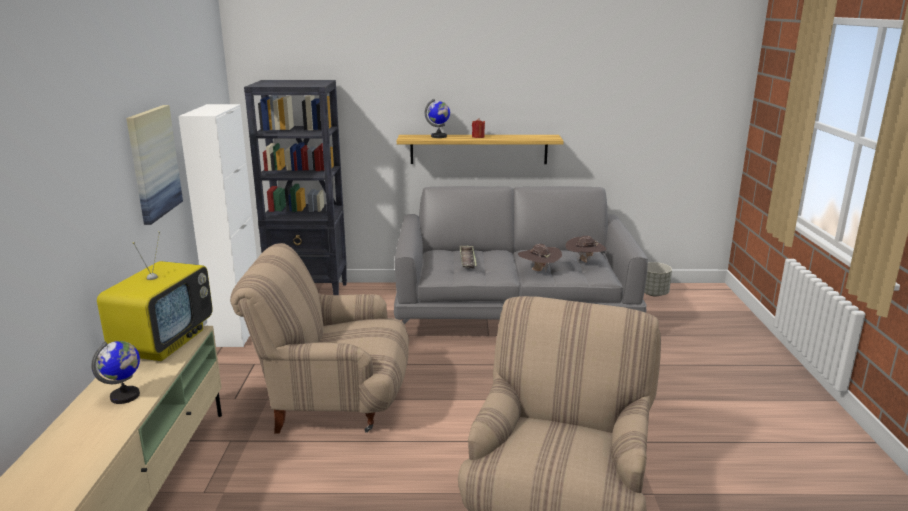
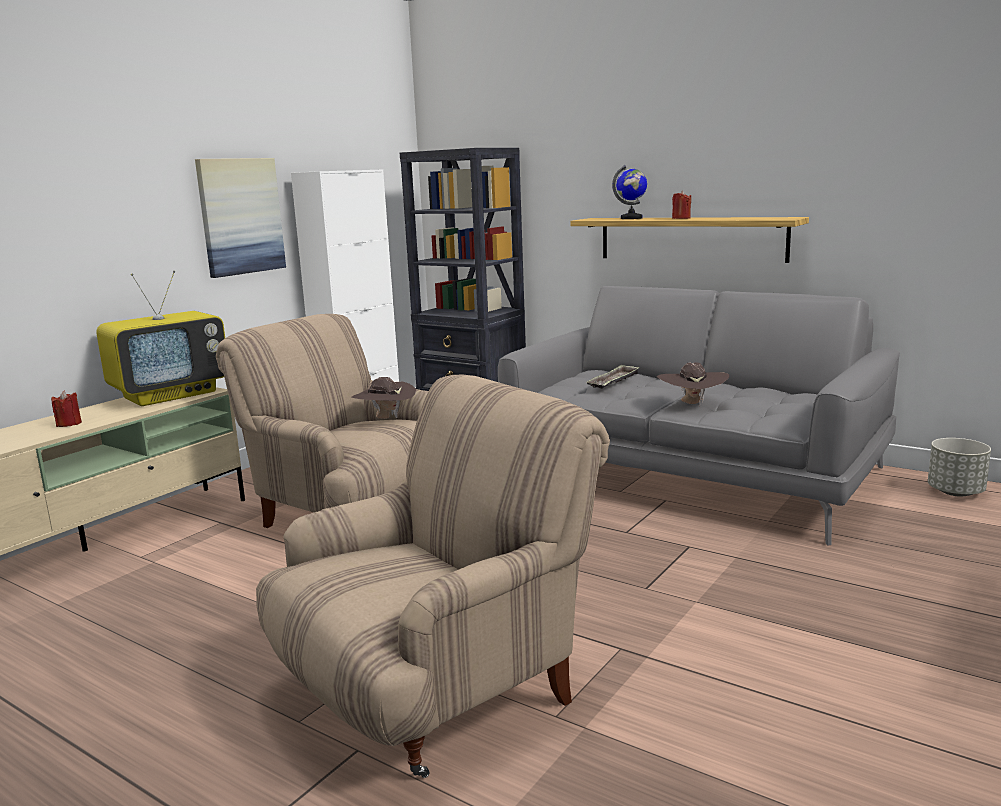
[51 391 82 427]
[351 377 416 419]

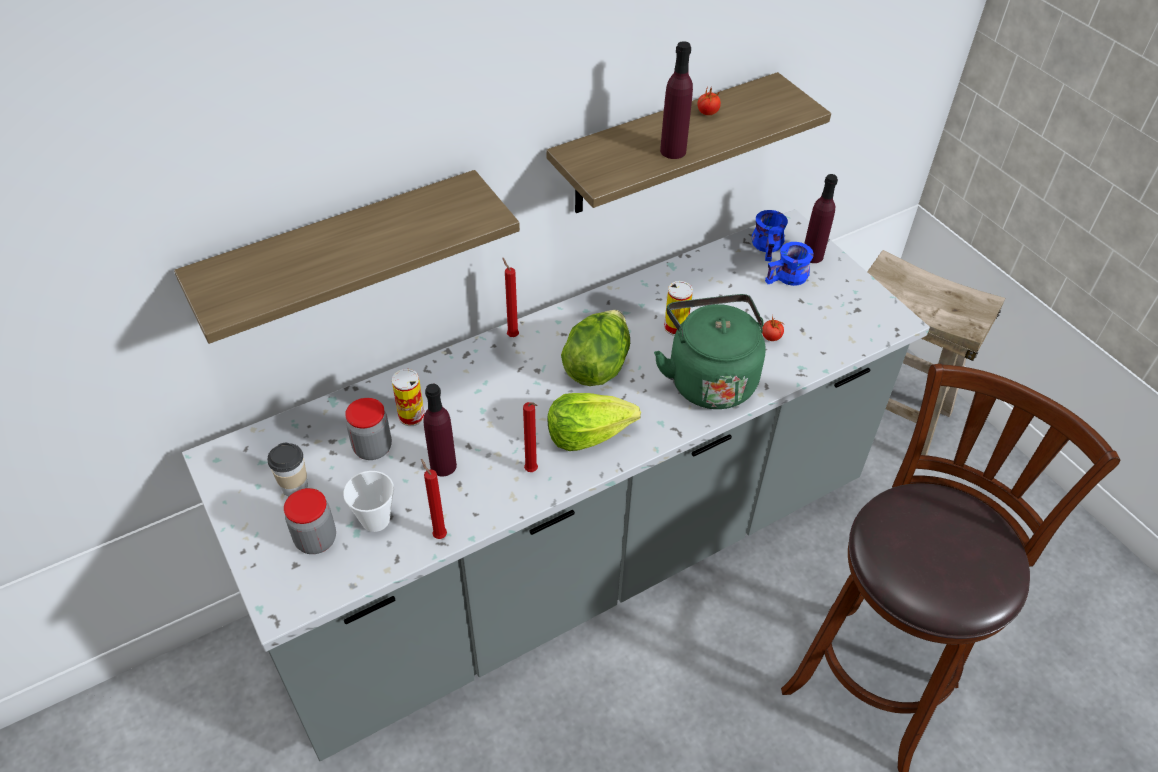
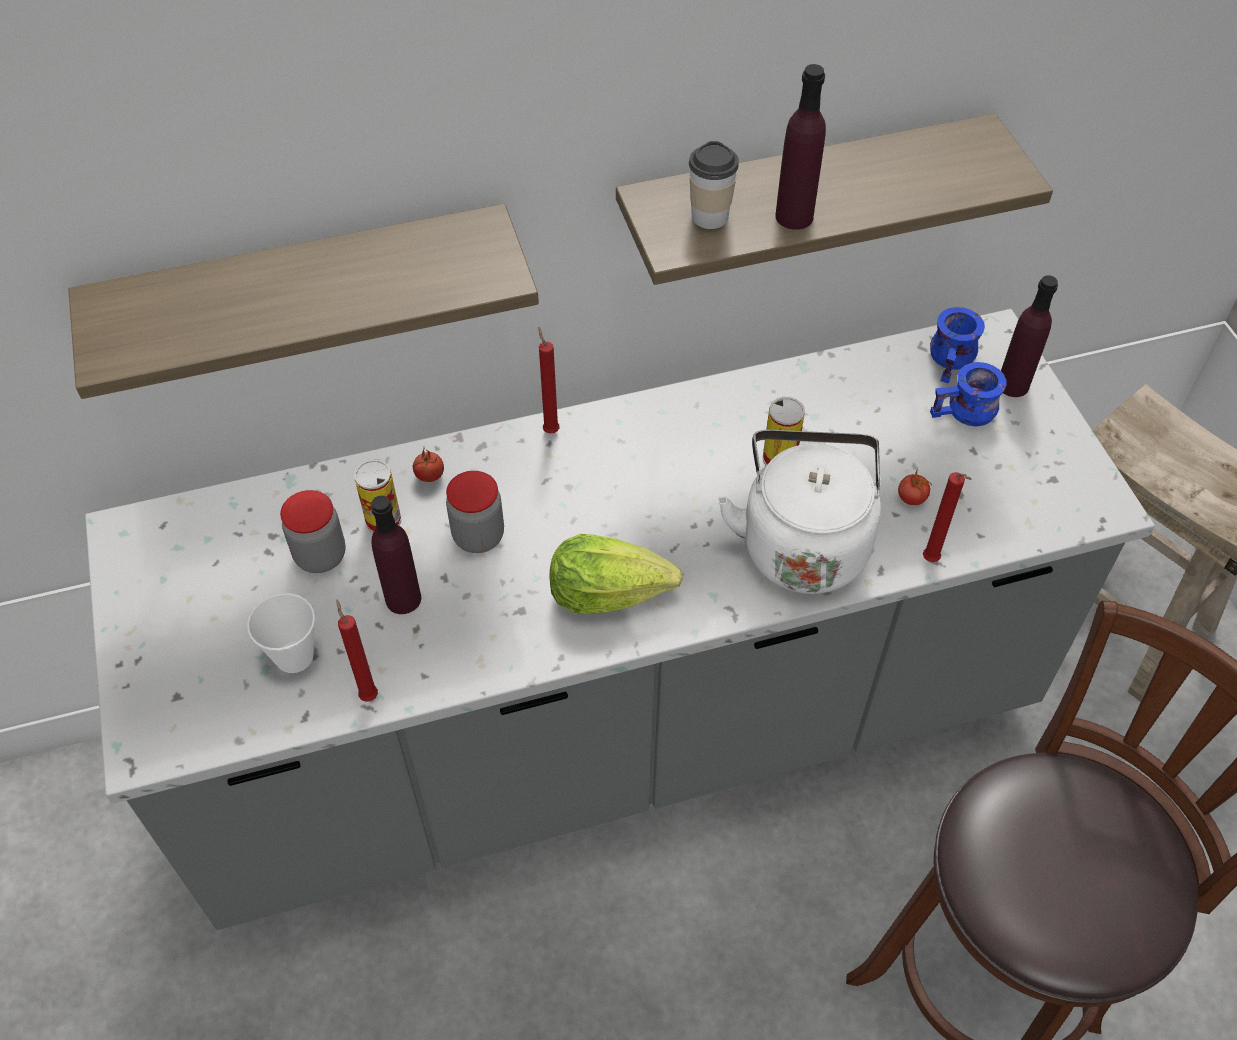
[412 449 444 482]
[446 471 504 553]
[689 141 739 229]
[718 430 881 594]
[923 472 971 562]
[561 310 630 386] (first image)

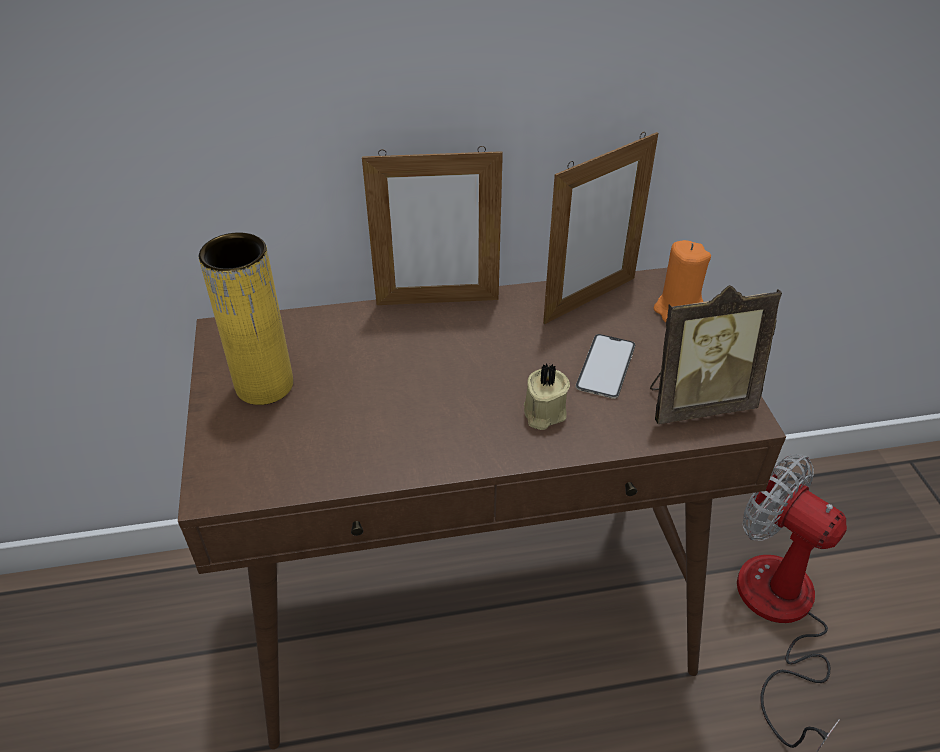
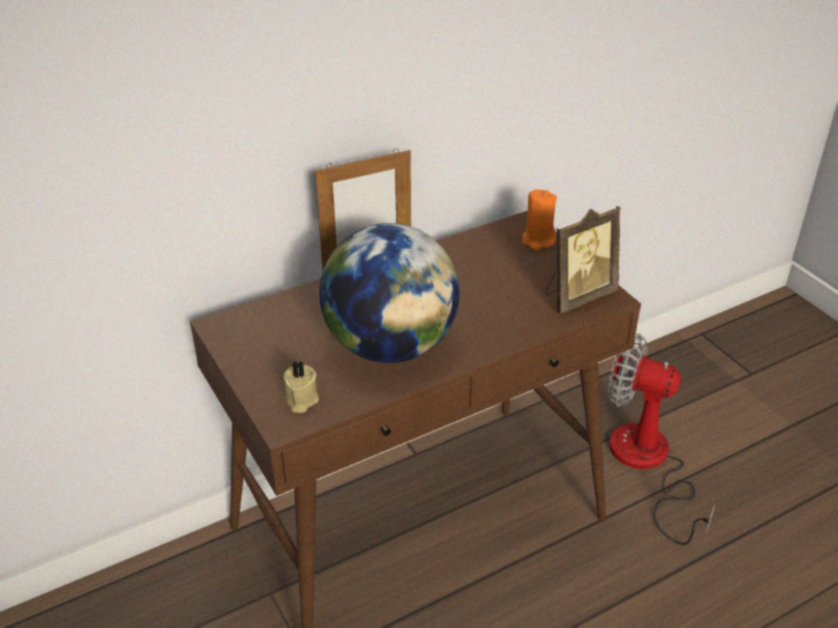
[284 361 319 413]
[319 223 460 363]
[199 232 293 405] (first image)
[543 132 658 324] (first image)
[576 334 635 399] (first image)

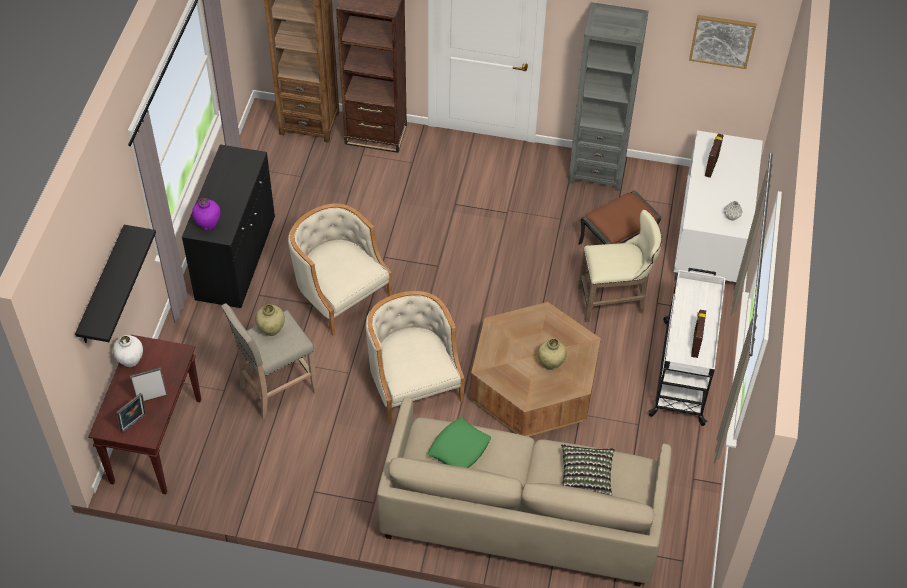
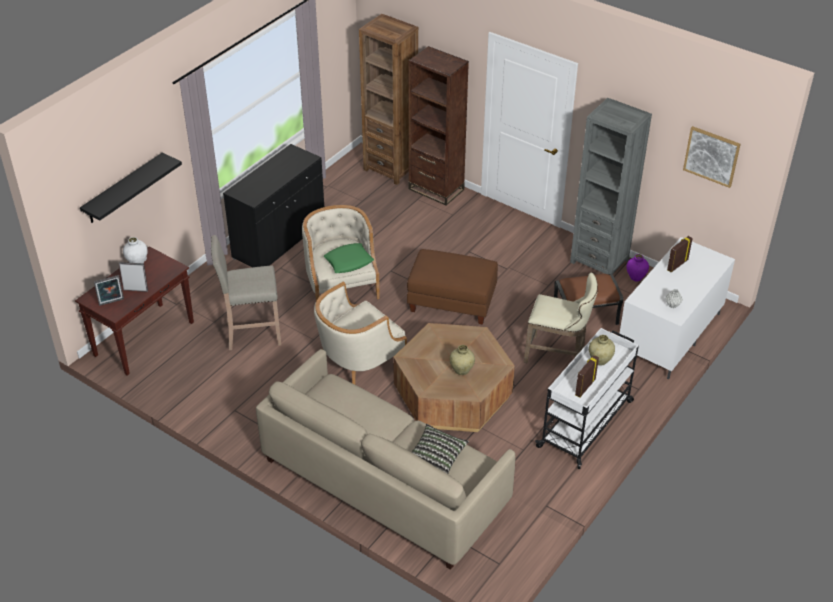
[314 281 407 385]
[324 243 374 273]
[407 249 498 325]
[589 335 615 366]
[626 254 649 281]

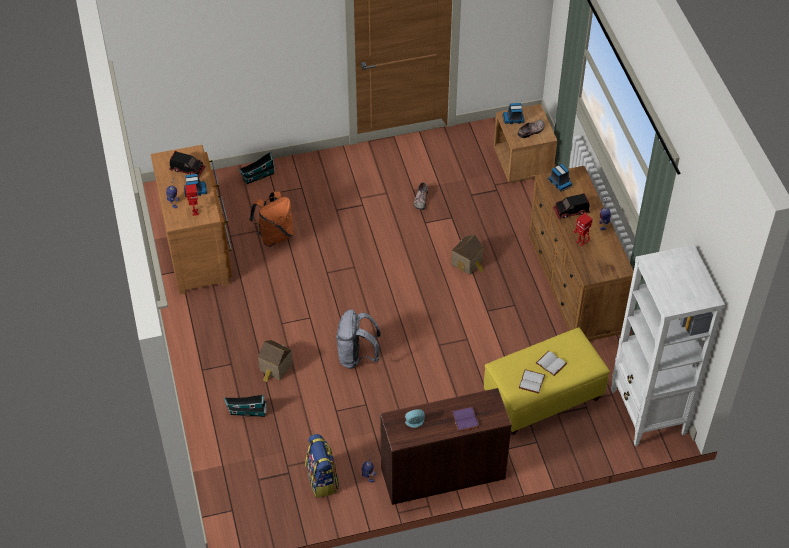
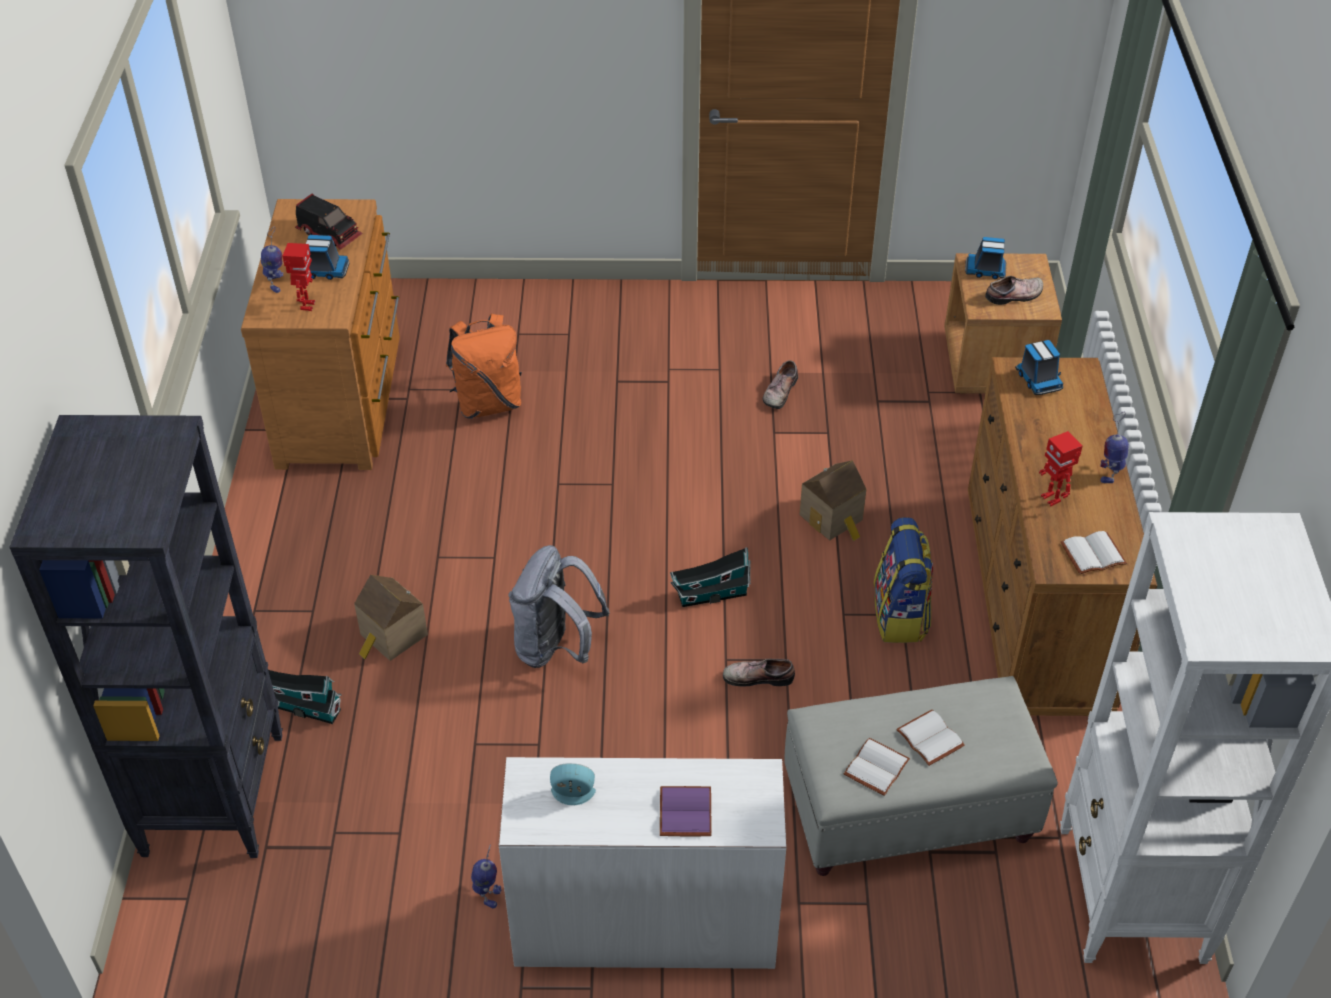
[9 415 283 858]
[499 757 787 969]
[670 547 751 607]
[723 659 795 686]
[784 676 1058 876]
[874 517 933 643]
[1061 531 1127 574]
[553 193 590 219] (first image)

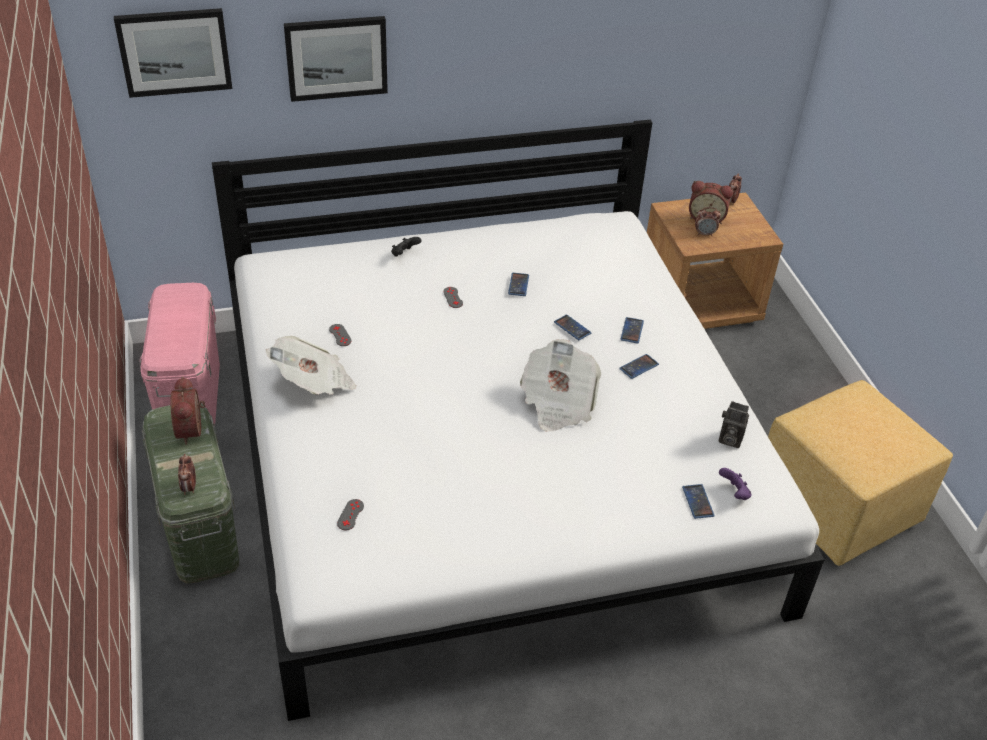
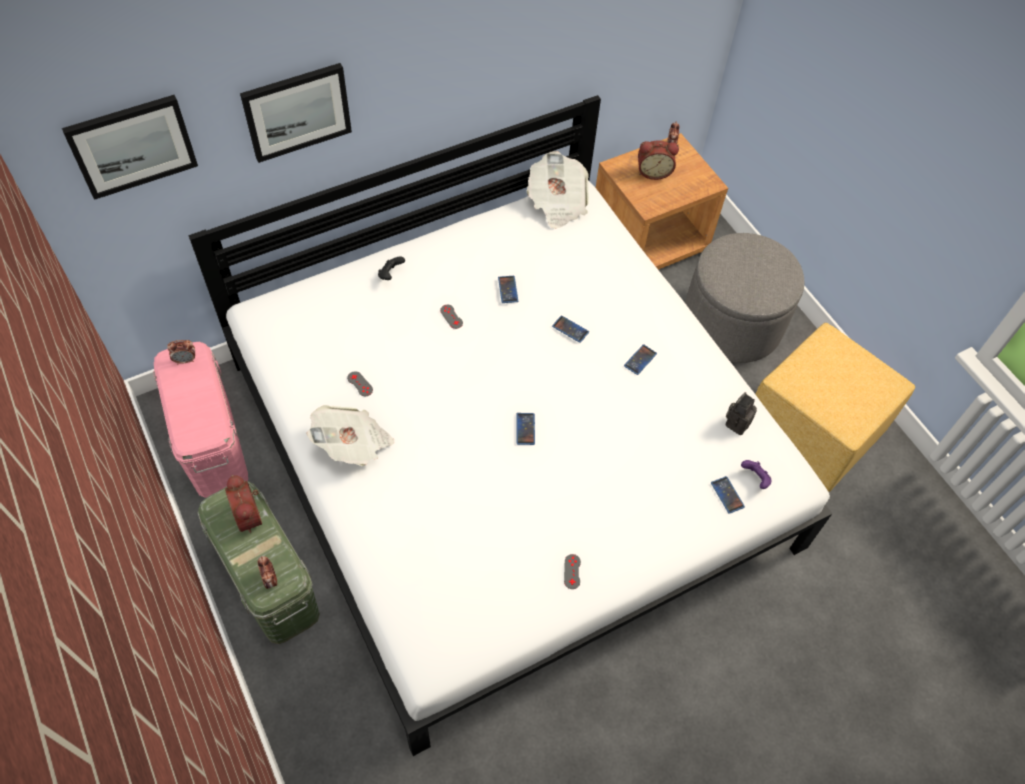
[167 340 195 364]
[516 413 535 445]
[527 151 589 229]
[564 554 581 589]
[685 233 804 363]
[726 392 757 435]

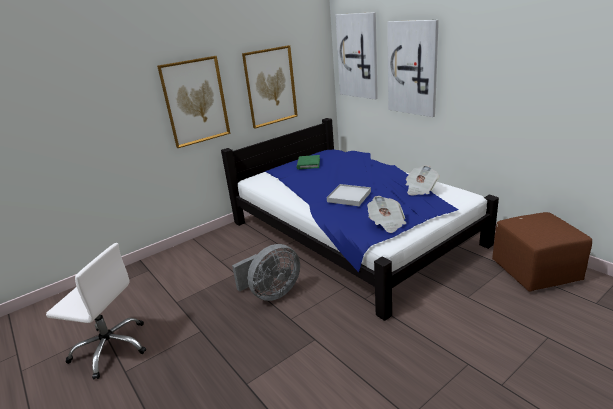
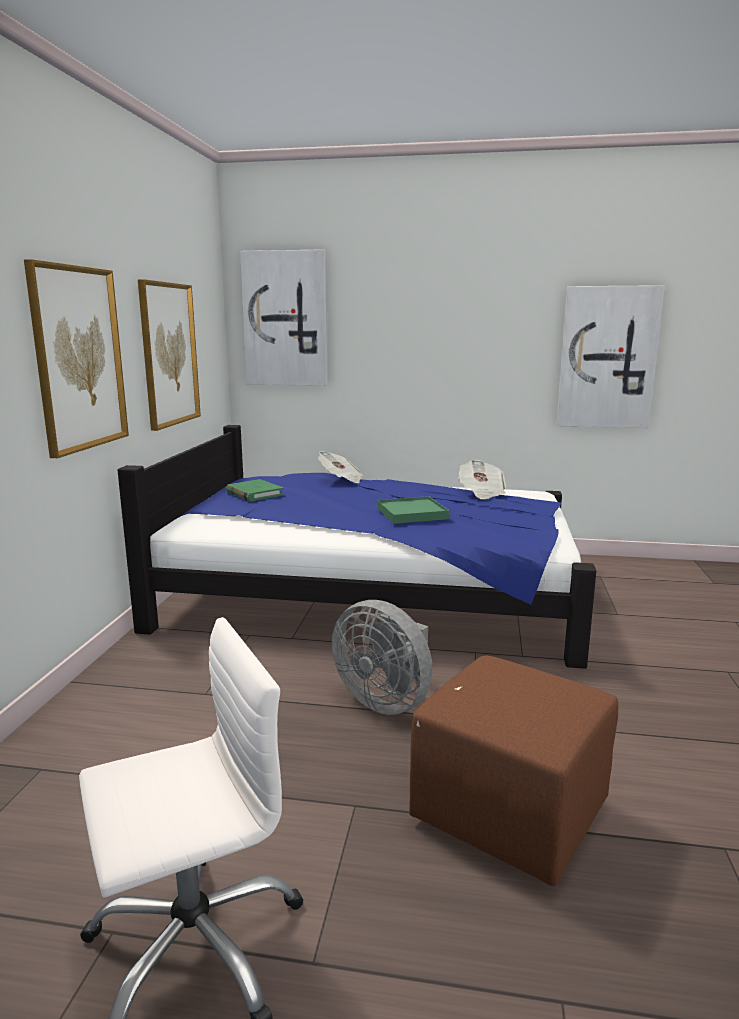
[318 451 363 483]
[332 600 433 715]
[377 496 450 524]
[409 655 618 886]
[557 285 665 428]

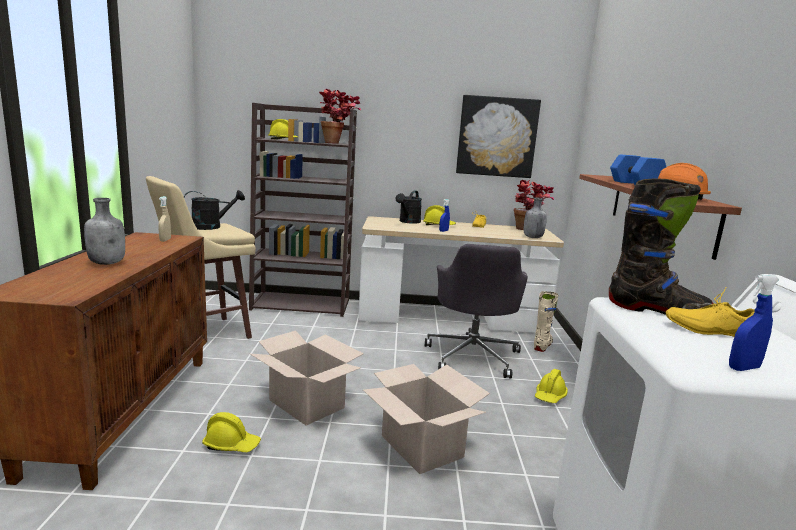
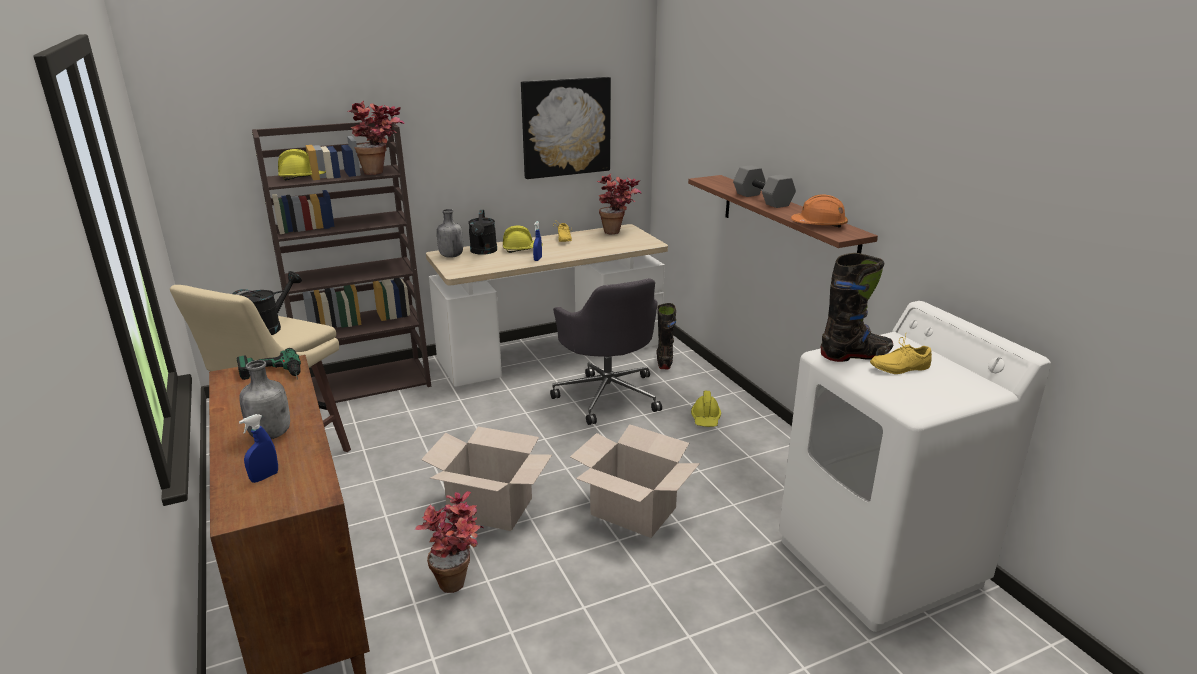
[236 348 301 380]
[239 414 278 483]
[415 491 484 593]
[437 209 463 258]
[657 303 676 369]
[733 165 796 208]

